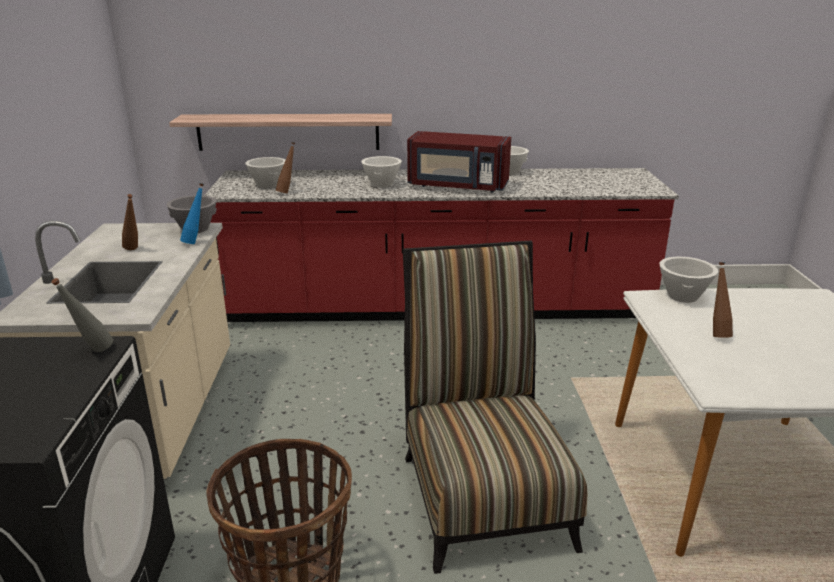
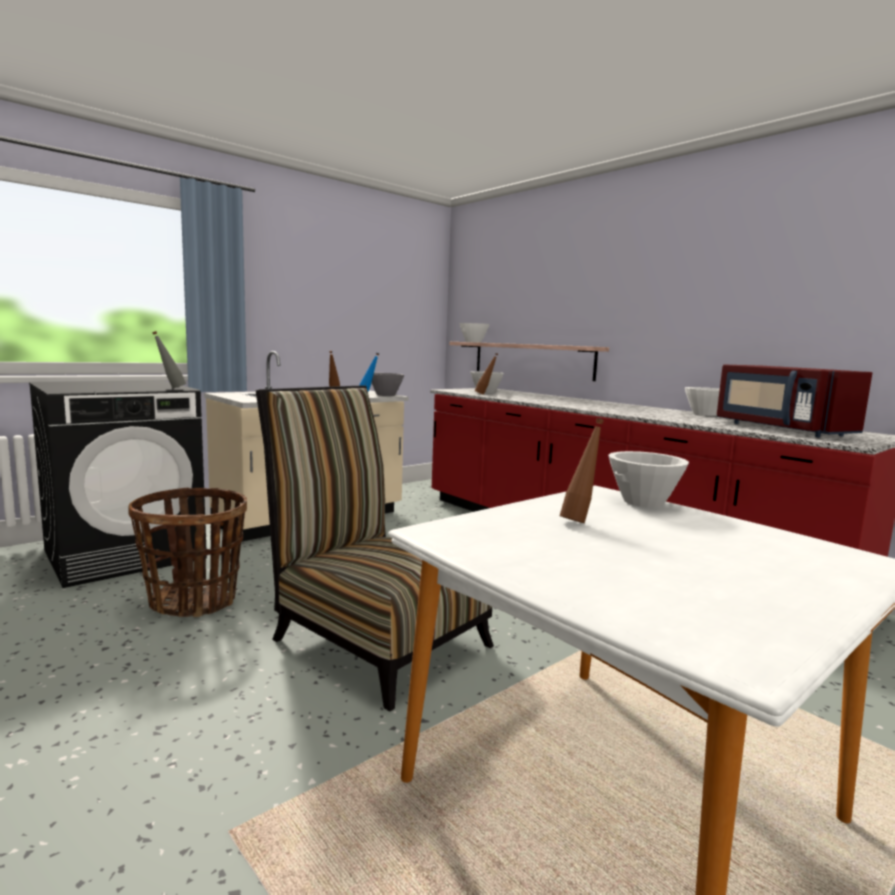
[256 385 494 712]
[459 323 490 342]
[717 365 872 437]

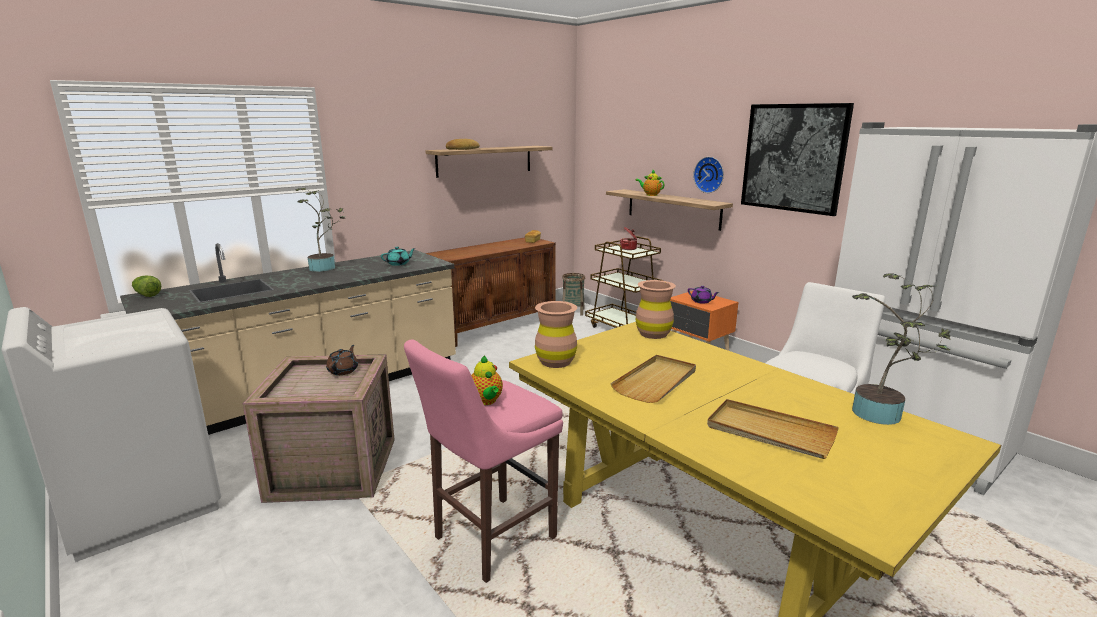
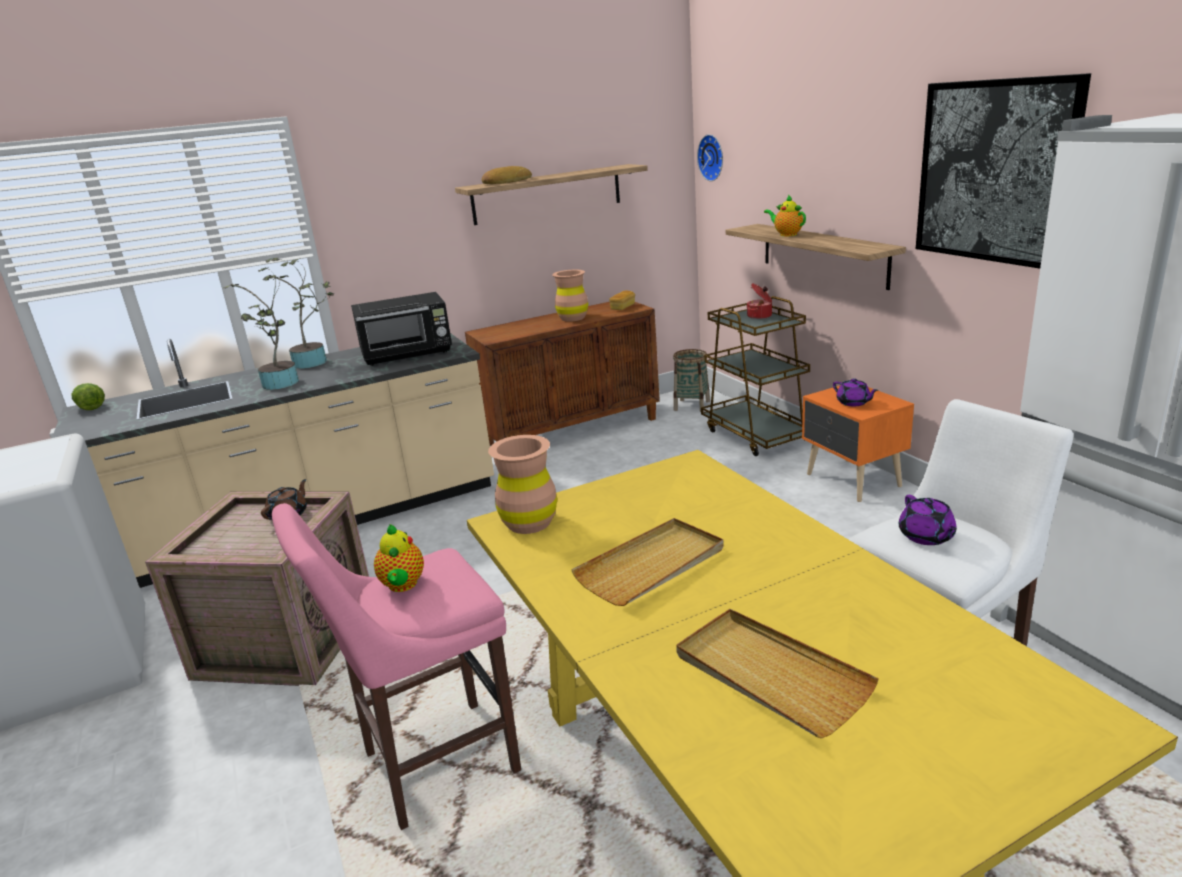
[224 267 299 390]
[351 292 452 366]
[552 270 588 322]
[697 134 723 181]
[899 495 957 545]

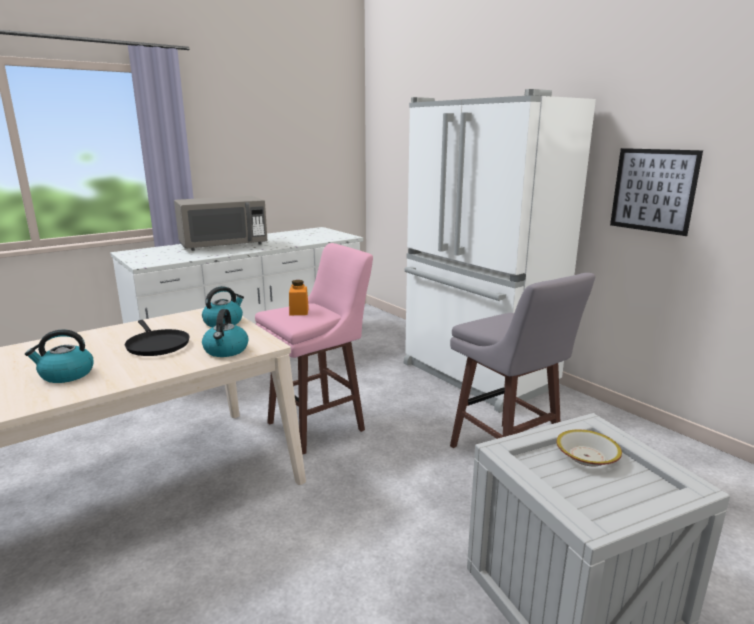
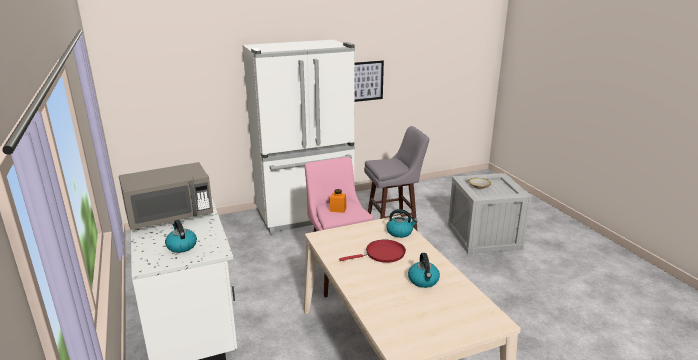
[119 162 213 230]
[165 220 197 253]
[339 240 406 263]

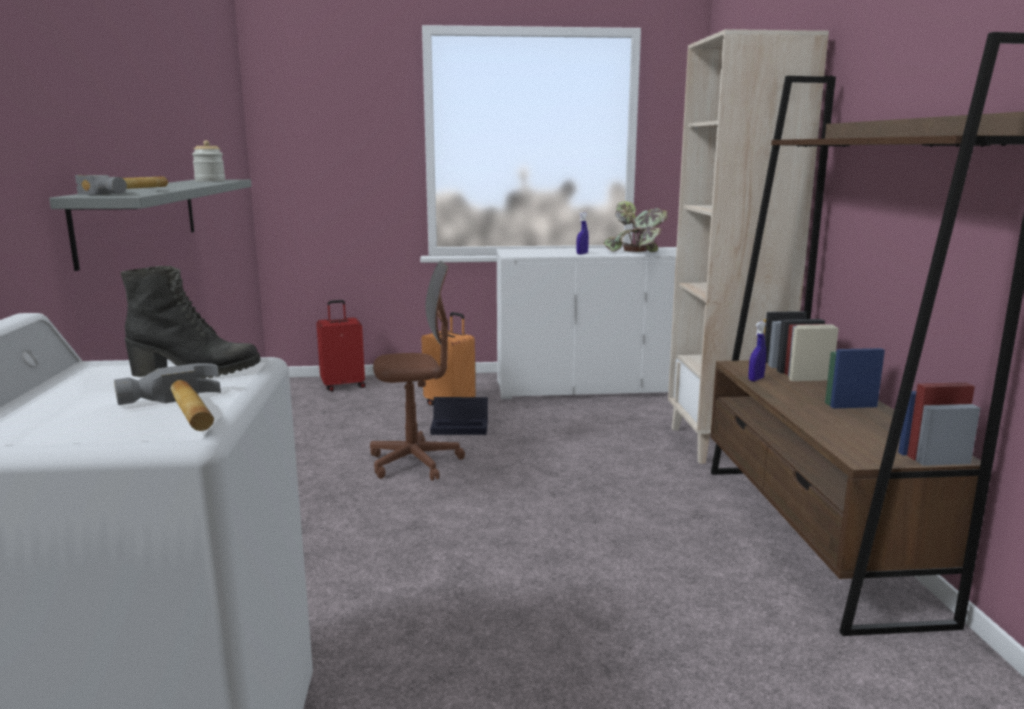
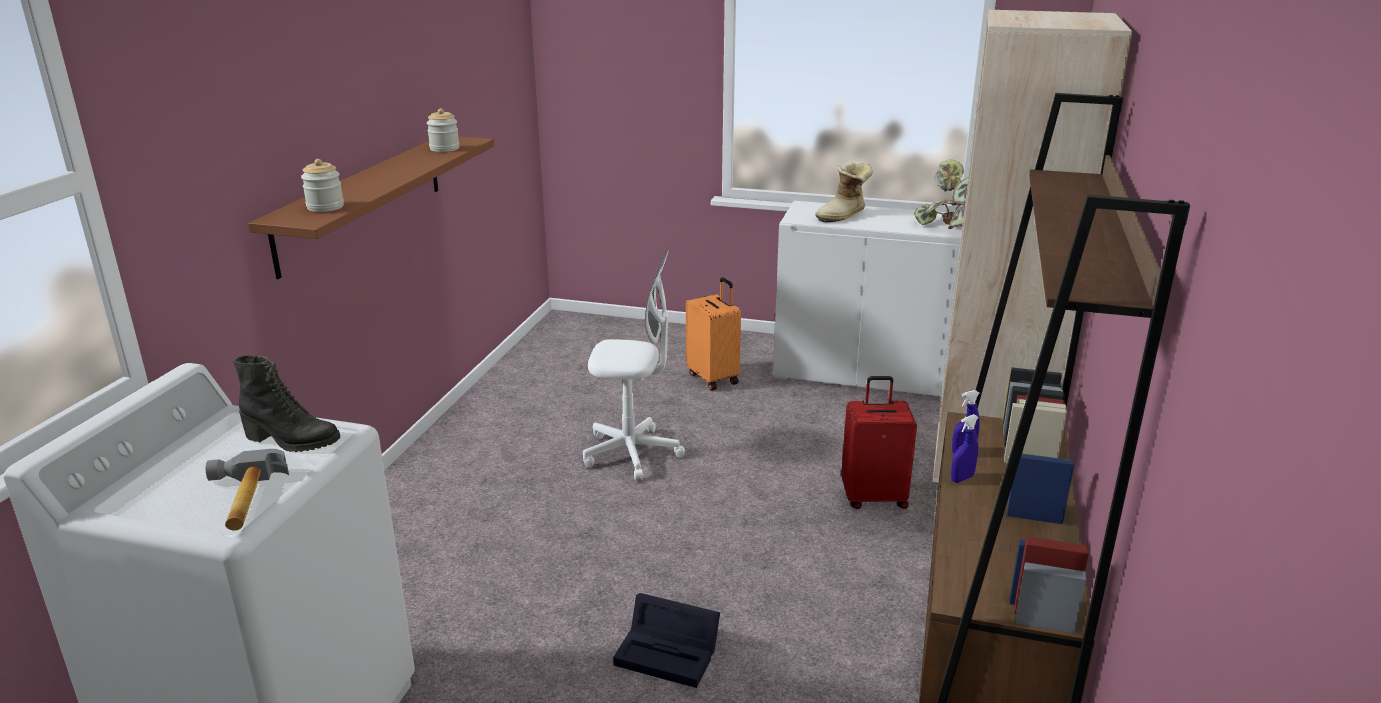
[248 137 495 279]
[301 159 344 212]
[583 250 685 481]
[613 593 720 688]
[815 163 873 223]
[841 376 917 509]
[951 414 979 483]

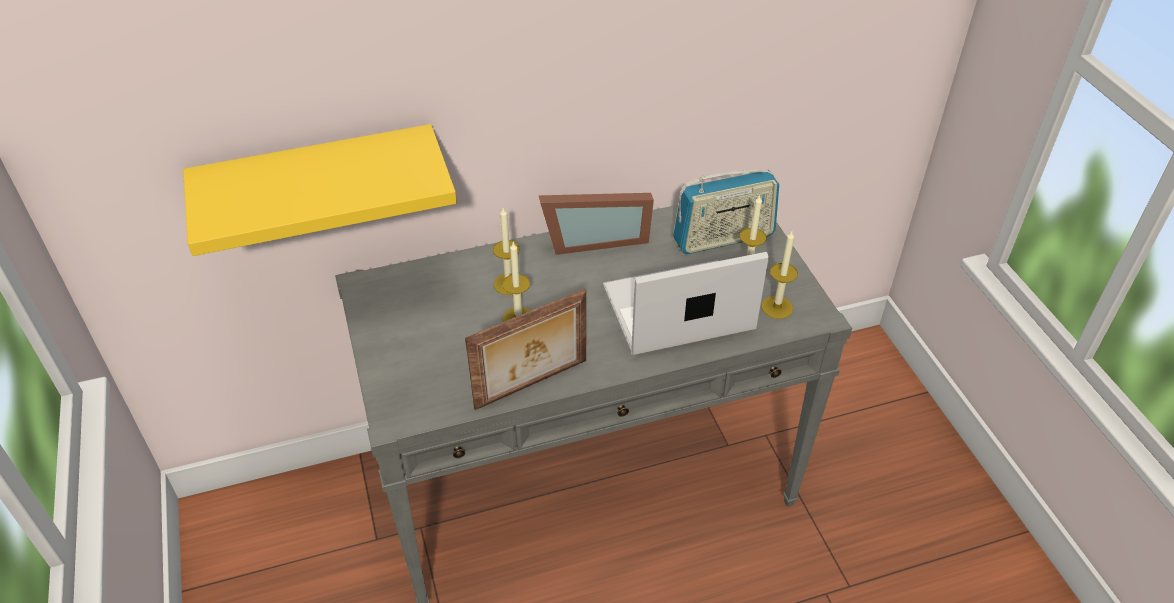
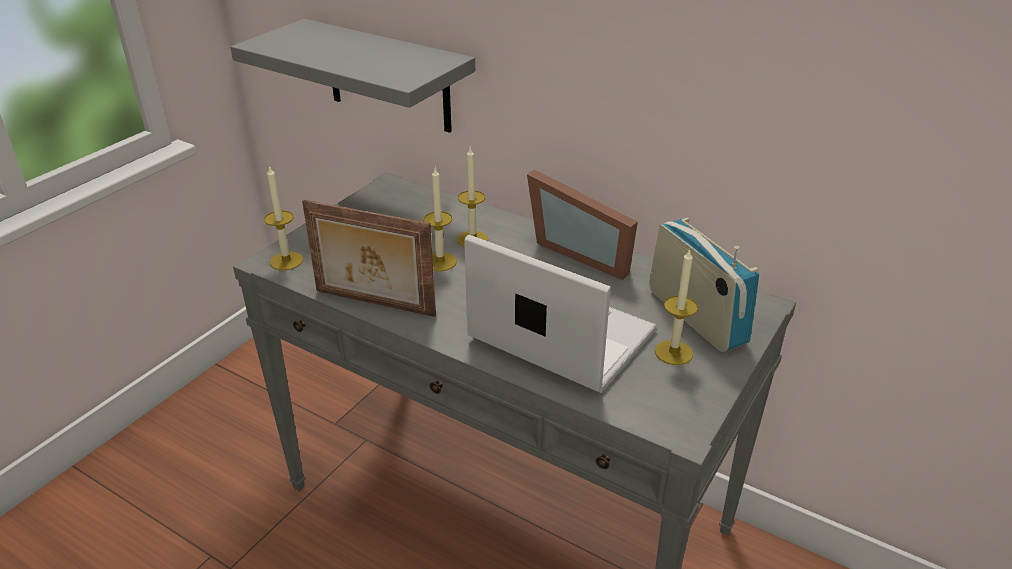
[230 19 475 133]
[264 165 303 270]
[649 218 759 352]

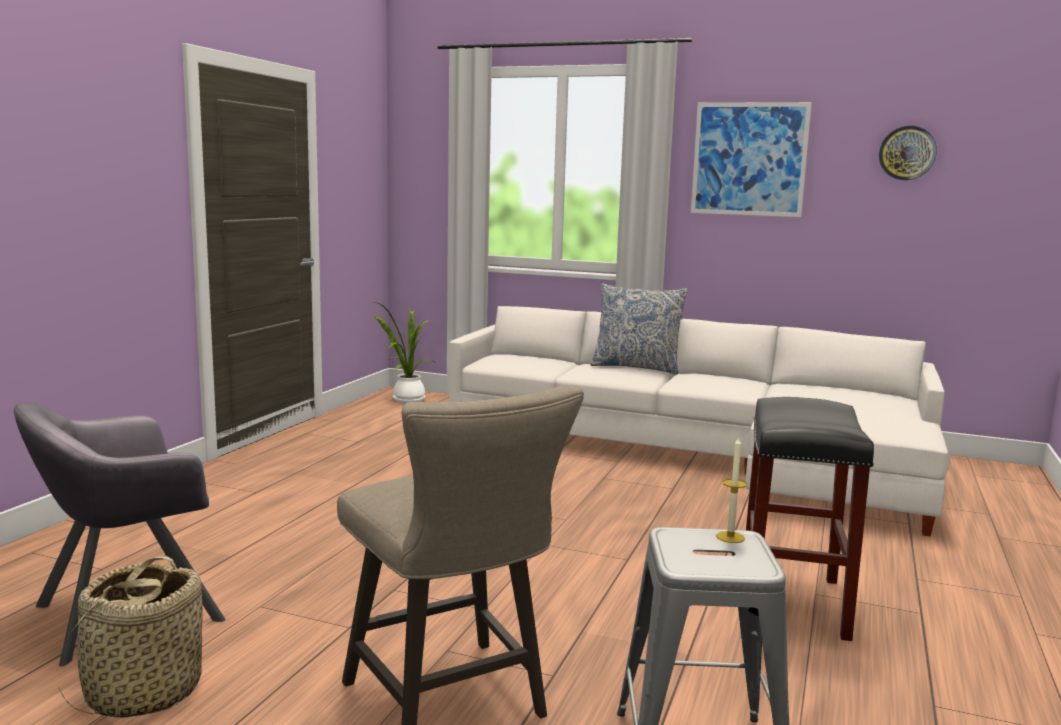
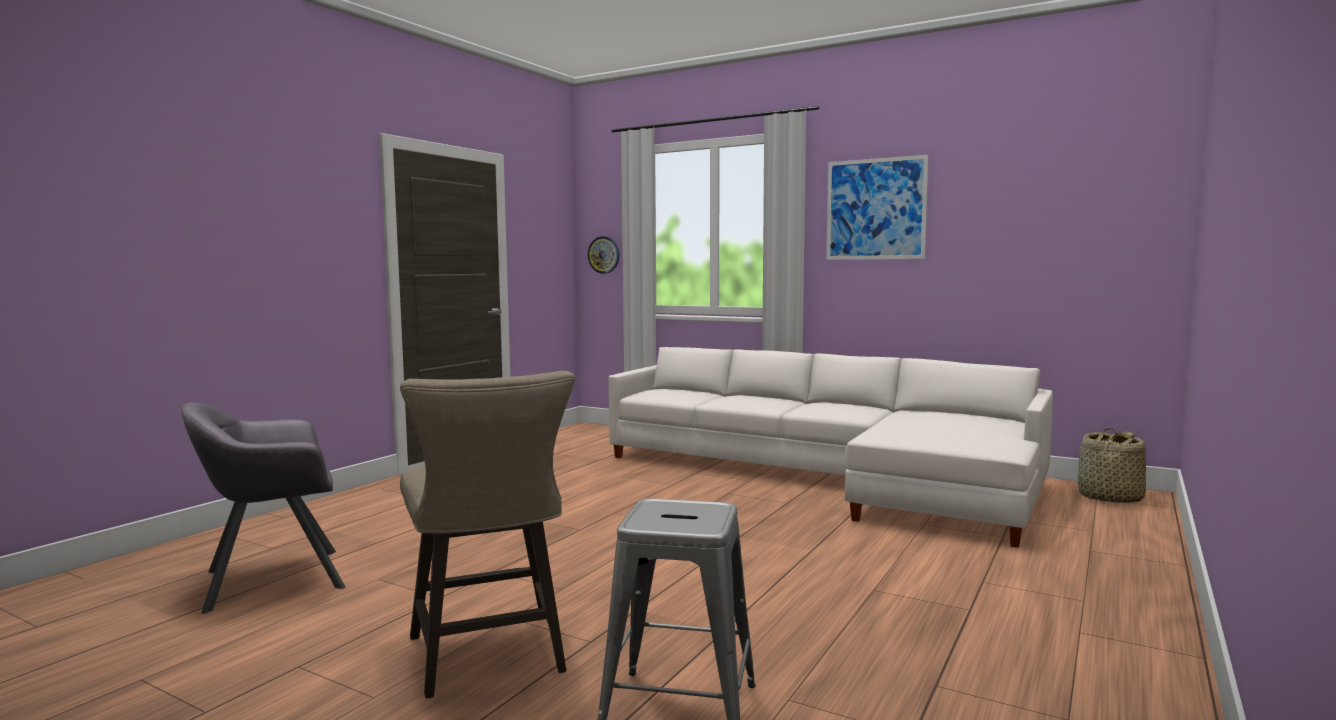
[587 236 619 274]
[1078 428 1146 503]
[374 302 435 403] (first image)
[590 284 688 374] (first image)
[716 436 747 543] (first image)
[746 397 874 641] (first image)

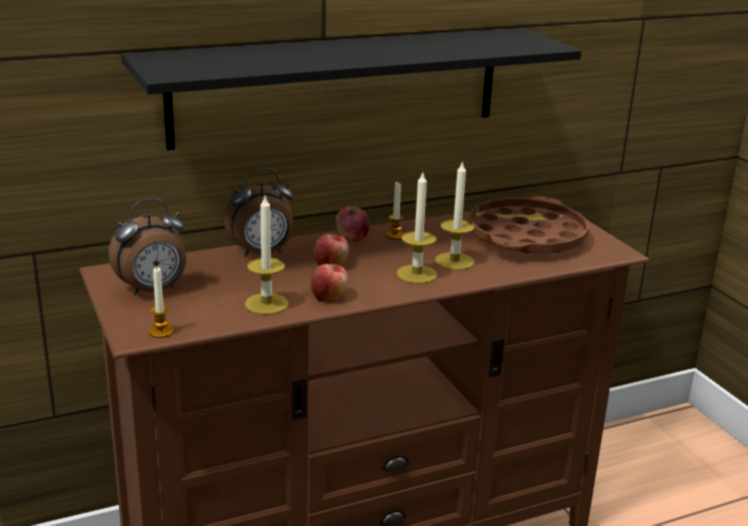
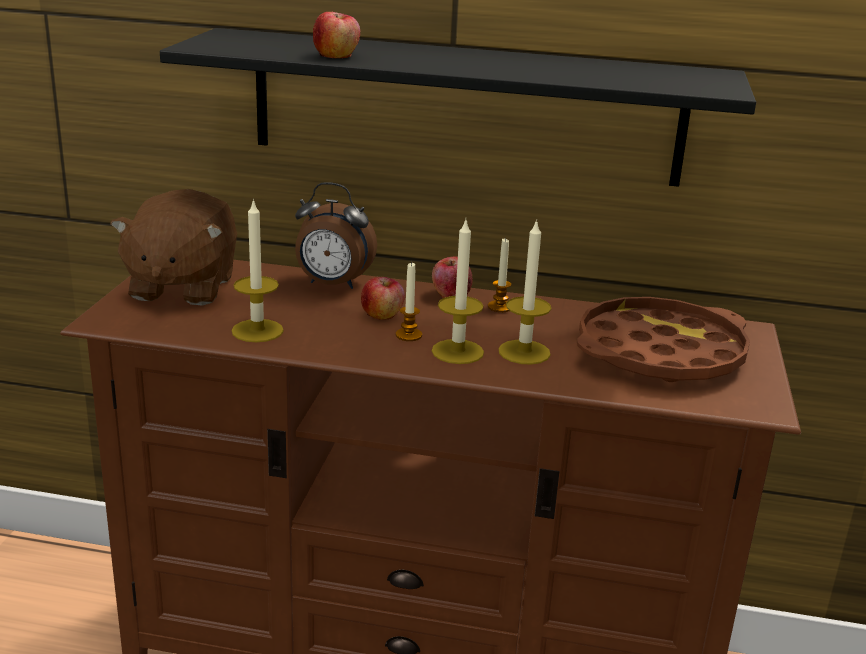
[110 189 237 306]
[313 12 360 58]
[396 262 422 341]

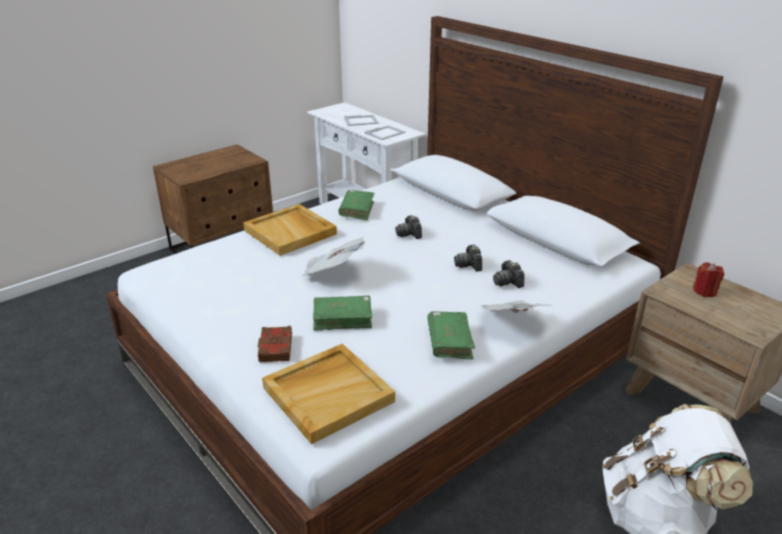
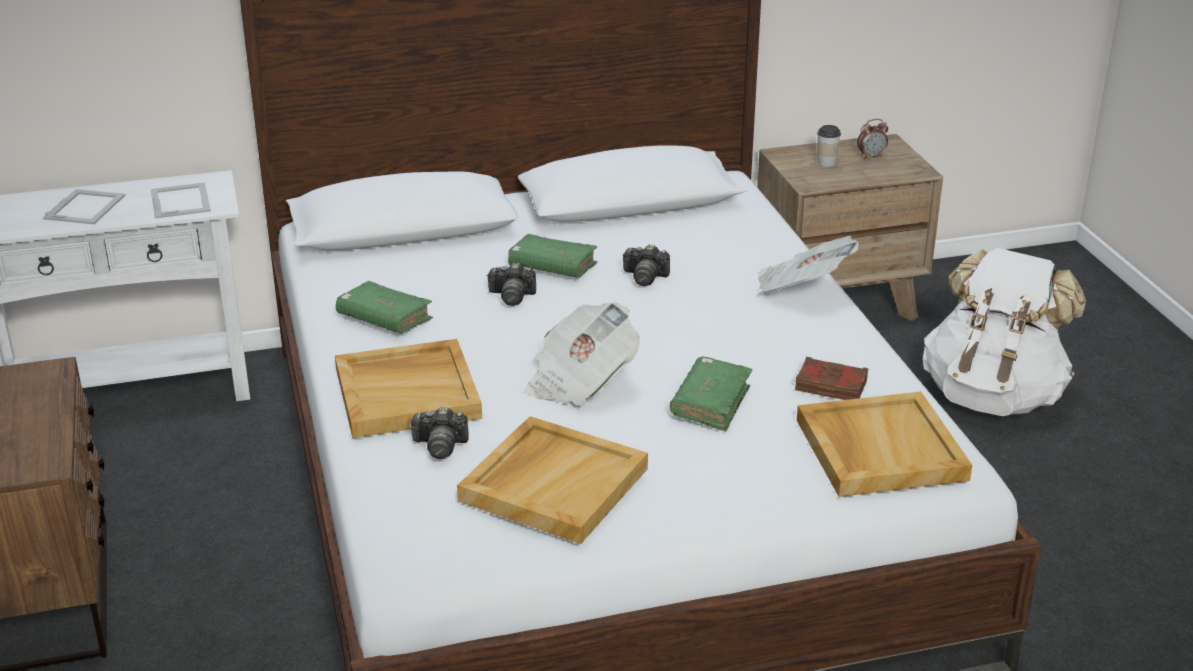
[409 407 469 459]
[457 416 648 544]
[508 234 597 278]
[795 357 869 400]
[817 125 841 167]
[857 119 888 159]

